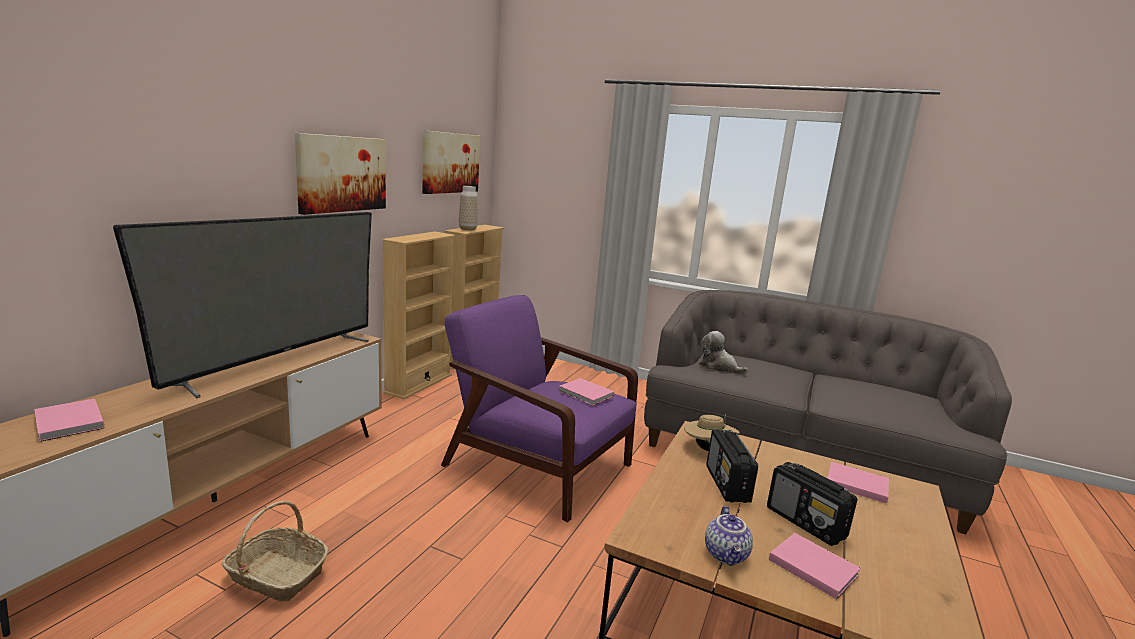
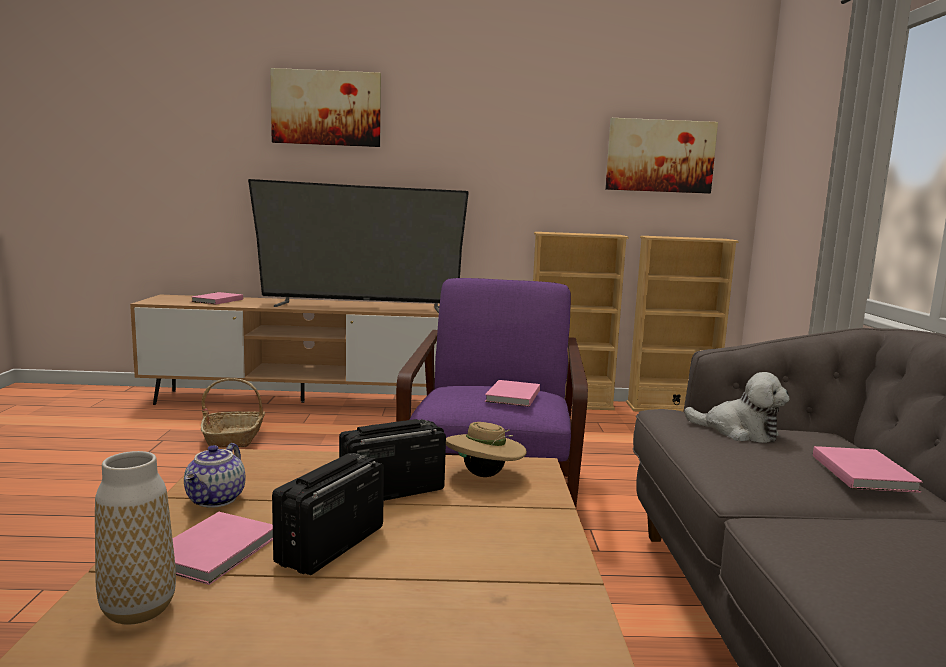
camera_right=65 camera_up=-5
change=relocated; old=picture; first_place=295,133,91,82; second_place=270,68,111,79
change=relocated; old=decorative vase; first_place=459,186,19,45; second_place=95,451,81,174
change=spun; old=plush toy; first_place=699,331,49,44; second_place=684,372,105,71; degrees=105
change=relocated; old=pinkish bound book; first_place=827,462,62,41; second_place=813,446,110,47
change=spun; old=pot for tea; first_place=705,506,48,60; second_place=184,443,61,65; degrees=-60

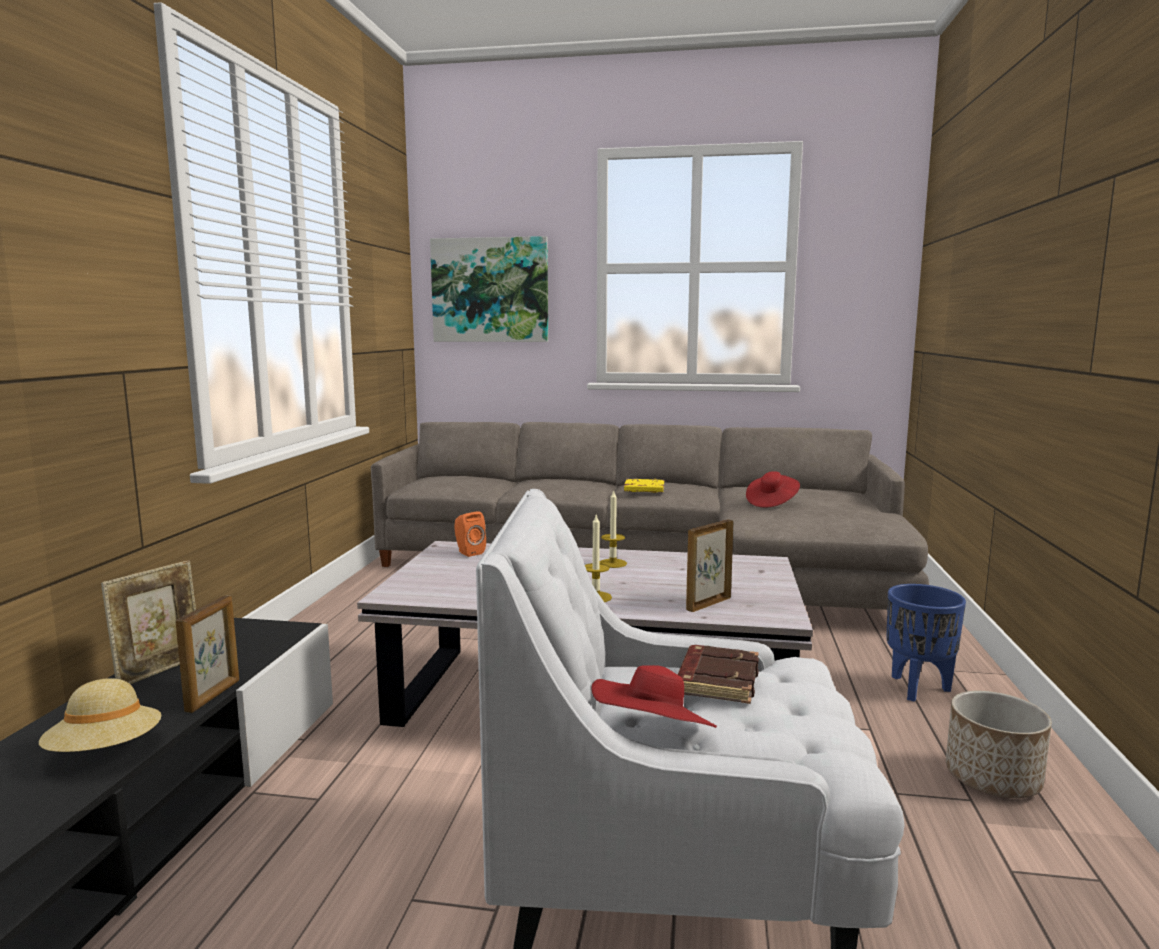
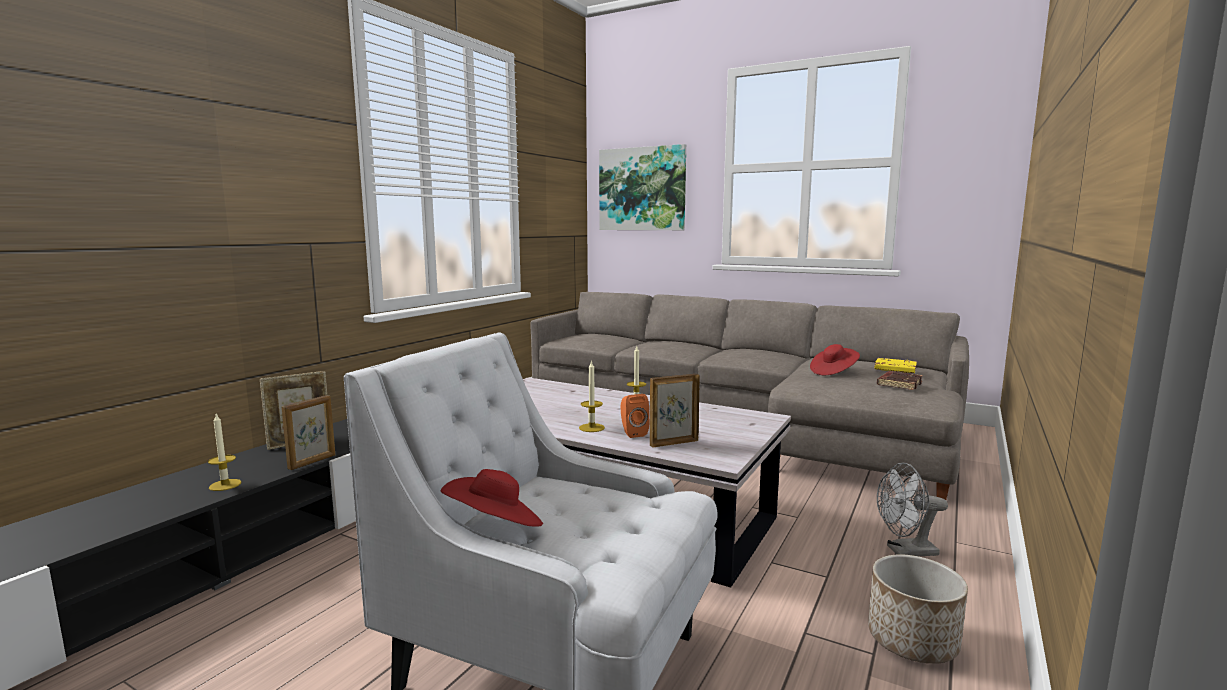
camera_right=20 camera_up=0
change=relocated; old=yellow bound book; first_place=624,478,41,15; second_place=874,358,43,15
change=relocated; old=orangey loudspeaker; first_place=454,511,32,46; second_place=621,394,29,44
change=exchanged; old=blue-coloured plant pot; new=grey cooling fan; first_place=886,584,80,118; second_place=877,463,71,93
change=relocated; old=brown-coloured bound book; first_place=678,645,81,59; second_place=877,371,46,19
change=exchanged; old=sand-coloured hat; new=candle; first_place=39,678,122,74; second_place=208,414,33,77

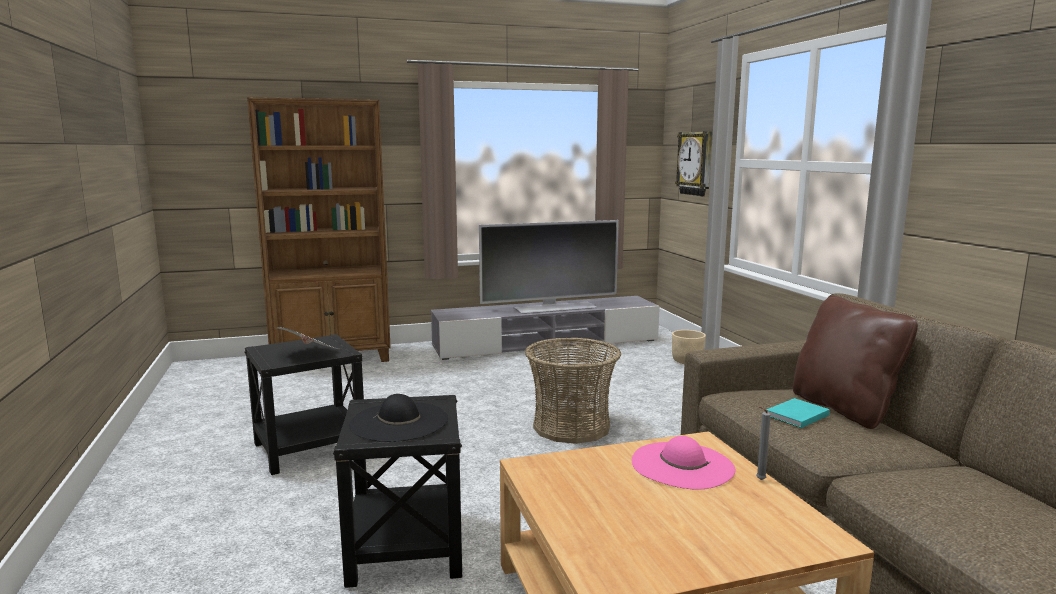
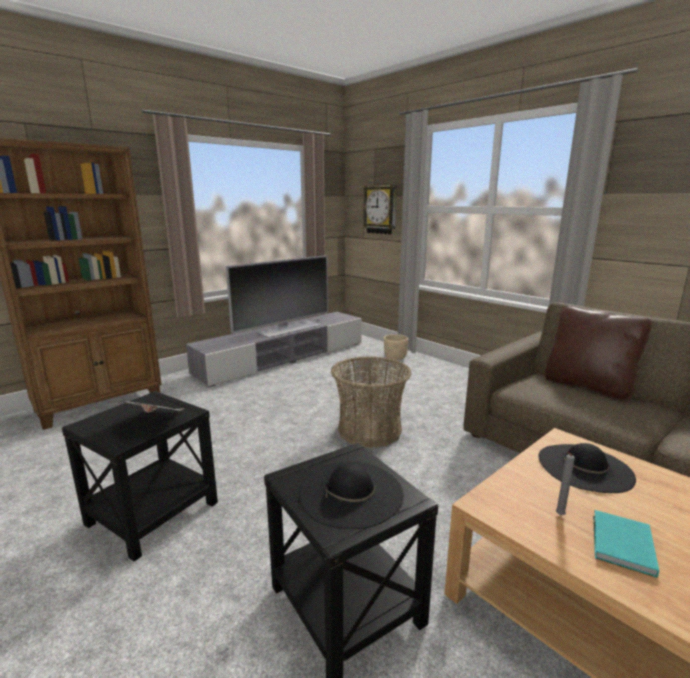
camera_right=-25 camera_up=5
change=relocated; old=blue-green bound book; first_place=766,398,64,30; second_place=593,510,66,68
change=relocated; old=grey candle; first_place=756,407,15,73; second_place=556,452,19,63
change=colour; old=pinkish hat; new=black hat; first_place=632,436,104,54; second_place=538,443,98,50

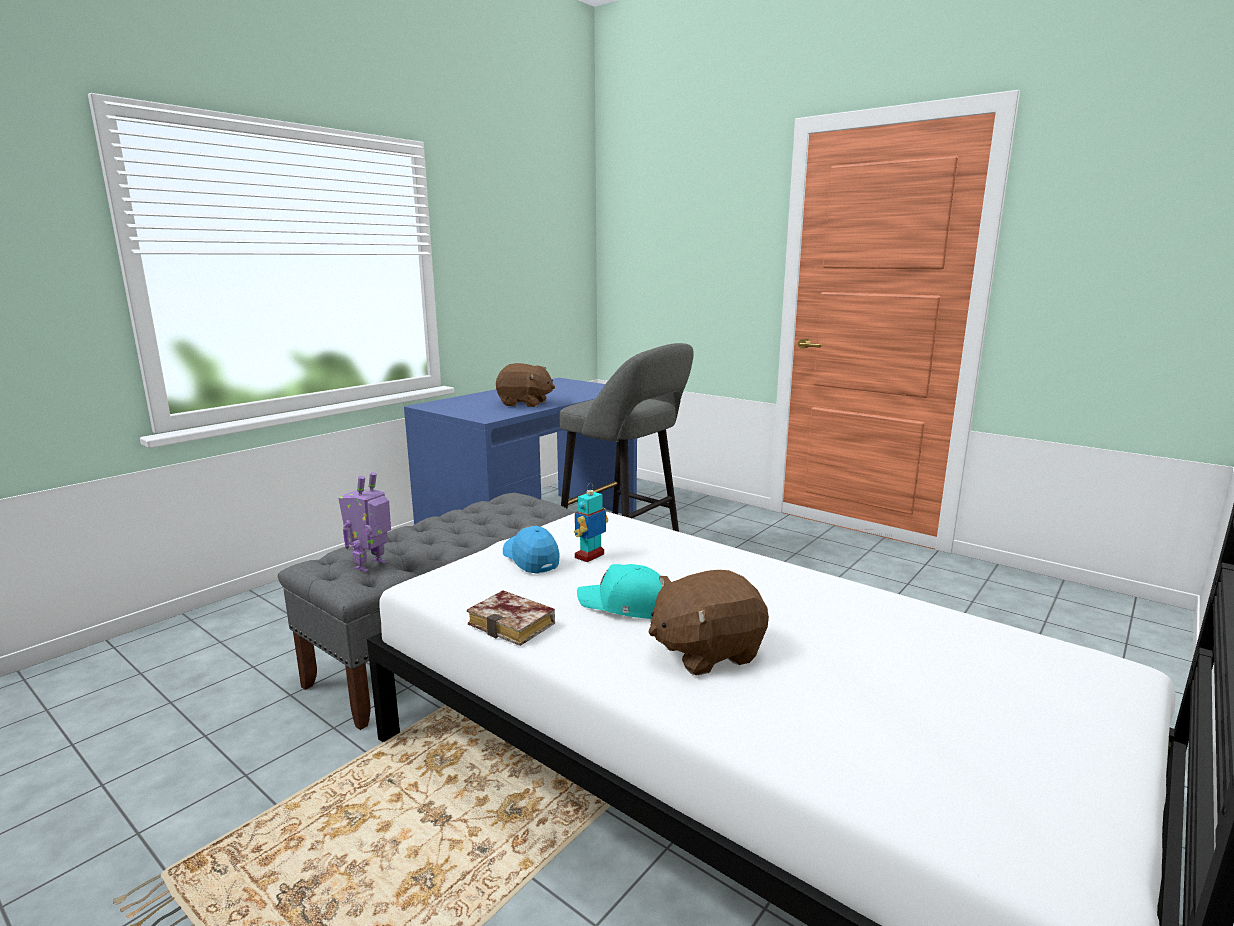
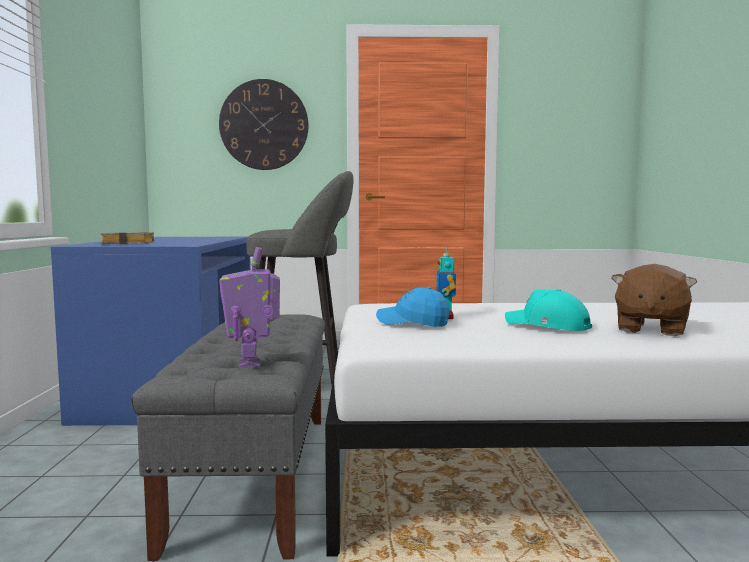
camera_right=-40 camera_up=-10
change=missing; old=brown-coloured plush toy; first_place=496,363,59,44
change=spun; old=blue-green peaked cap; first_place=577,564,85,55; second_place=505,289,87,42; degrees=60
change=relocated; old=bound book; first_place=467,590,88,56; second_place=101,233,53,12
change=appeared; new=wall clock; second_place=219,79,89,91

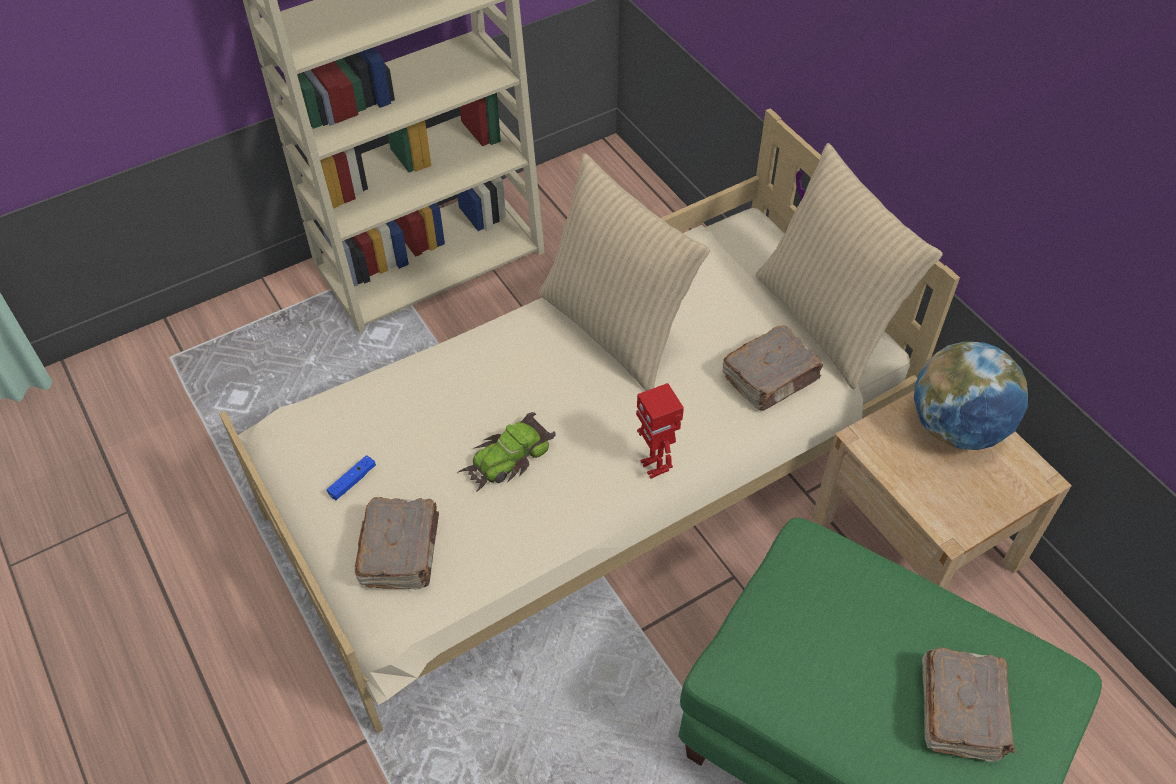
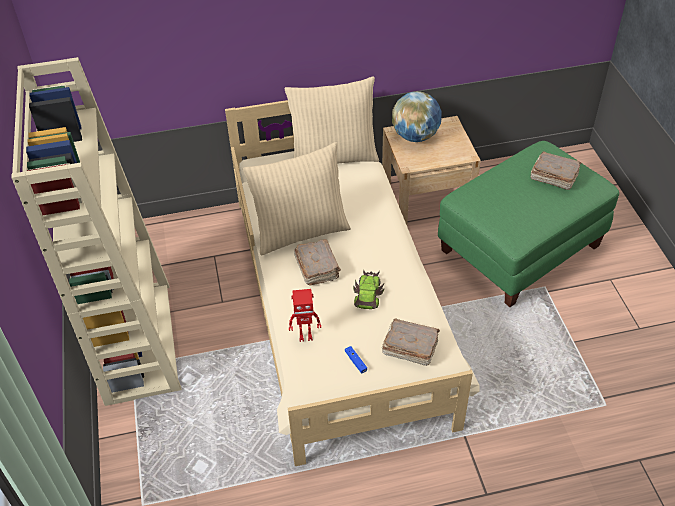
camera_right=-70 camera_up=-5
change=relocated; old=brown-coloured bound book; first_place=722,326,101,85; second_place=294,239,47,46
change=relocated; old=model robot; first_place=636,383,48,96; second_place=289,289,32,53
change=spun; old=model car; first_place=457,412,99,80; second_place=353,269,32,40; degrees=-150

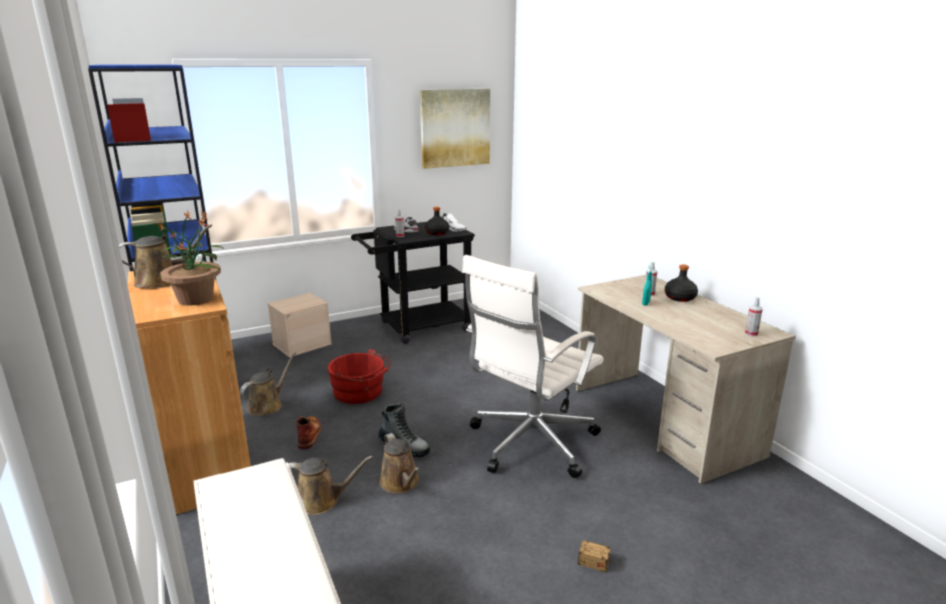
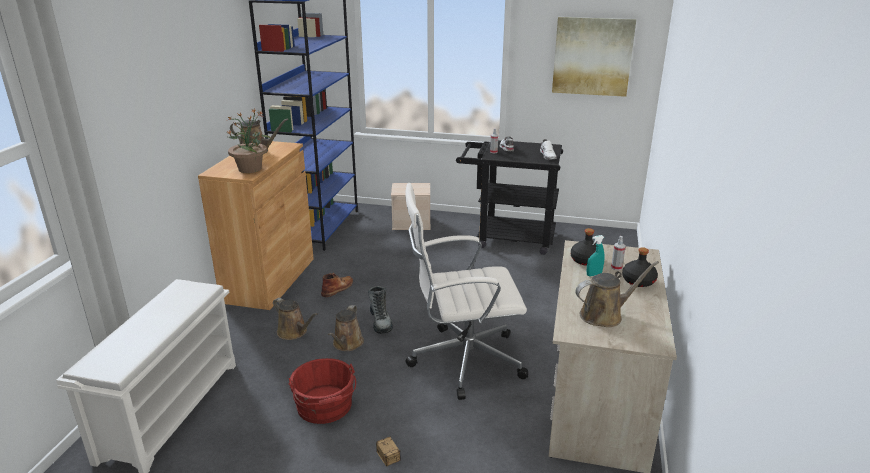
camera_right=40 camera_up=5
change=relocated; old=black beverage bottle; first_place=425,207,24,28; second_place=571,228,25,38
change=missing; old=hand sprayer; first_place=745,297,18,39
change=relocated; old=red water bucket; first_place=327,349,63,55; second_place=289,358,67,66
change=relocated; old=brown-coloured watering pot; first_place=240,352,56,64; second_place=575,261,84,66

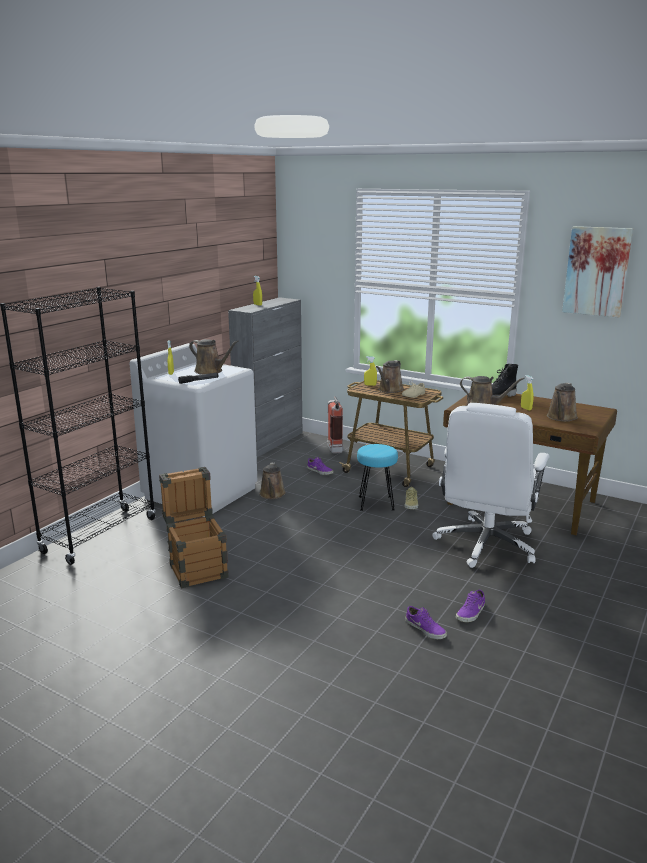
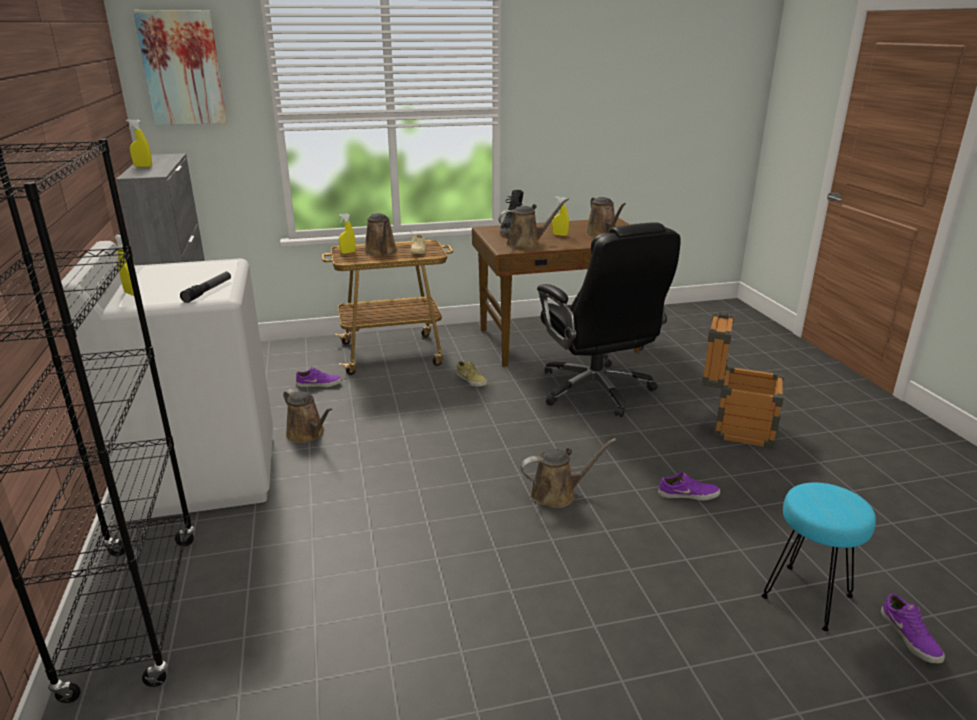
camera_right=-45 camera_up=5
change=relocated; old=picture; first_place=562,226,71,91; second_place=133,10,94,115
change=relocated; old=brown-coloured watering pot; first_place=189,339,50,36; second_place=521,438,95,70
change=missing; old=fire-fighting cylinder; first_place=327,397,16,57
change=colour; old=whitish desk chair; new=black desk chair; first_place=433,403,117,165; second_place=537,222,144,195
change=relocated; old=blue-green stool; first_place=357,444,41,67; second_place=761,482,115,149
change=relocated; old=crate; first_place=159,467,70,122; second_place=701,312,83,137
change=relocated; old=purplish shoe; first_place=456,590,29,32; second_place=881,594,64,70

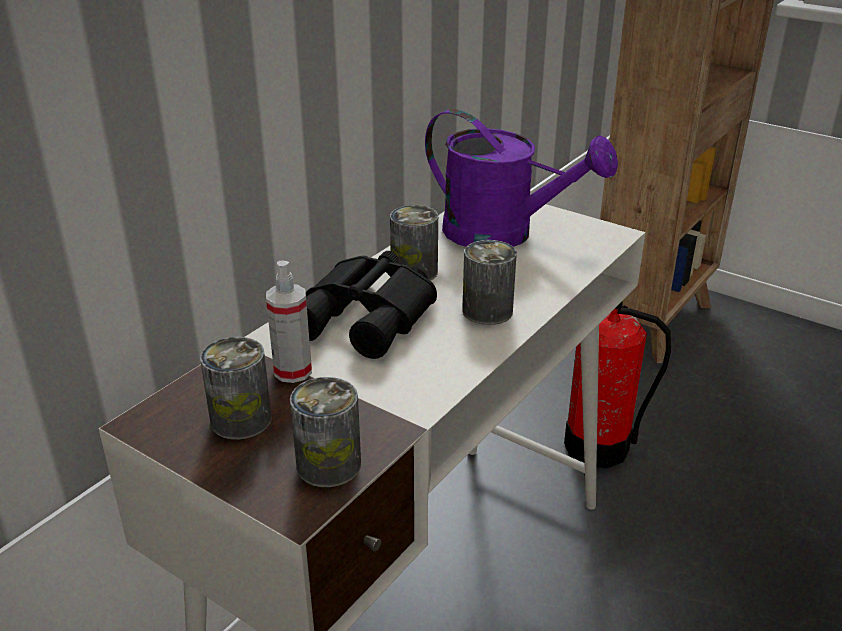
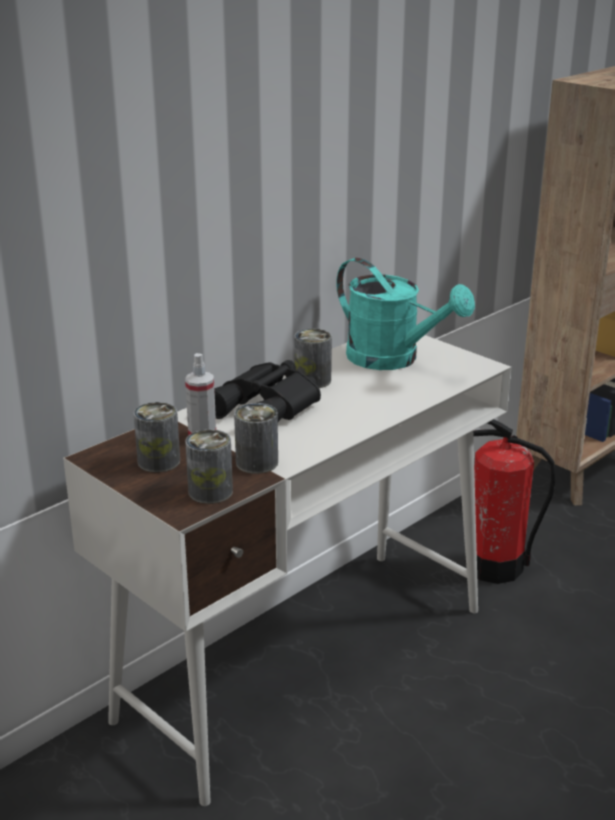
camera_right=10 camera_up=-5
change=colour; old=purplish watering pot; new=blue-green watering pot; first_place=425,109,193,138; second_place=336,258,139,112
change=relocated; old=metal can; first_place=462,240,55,85; second_place=234,403,44,71

